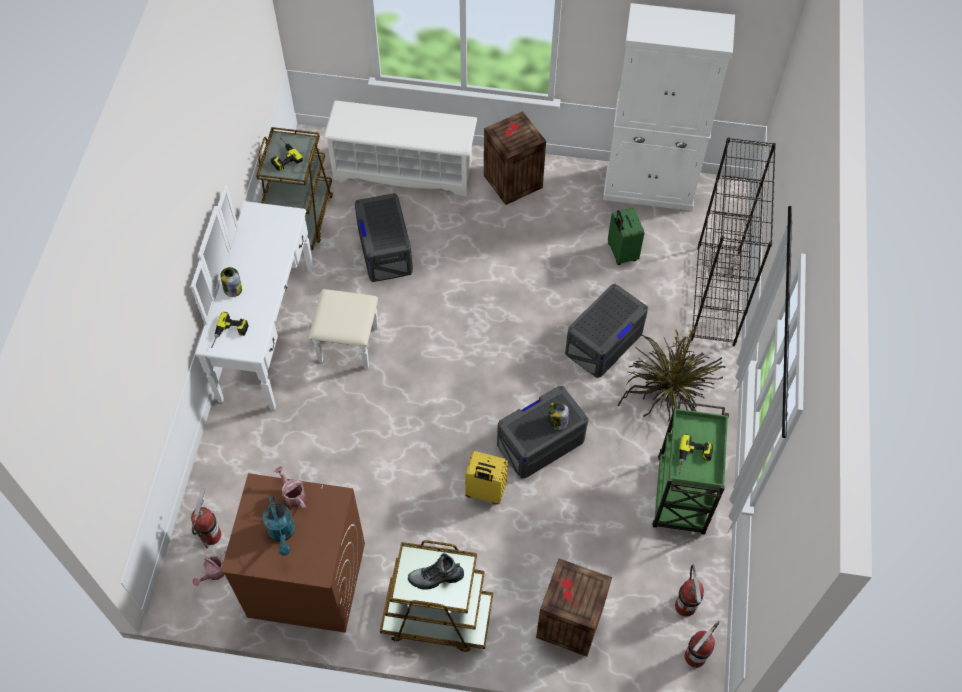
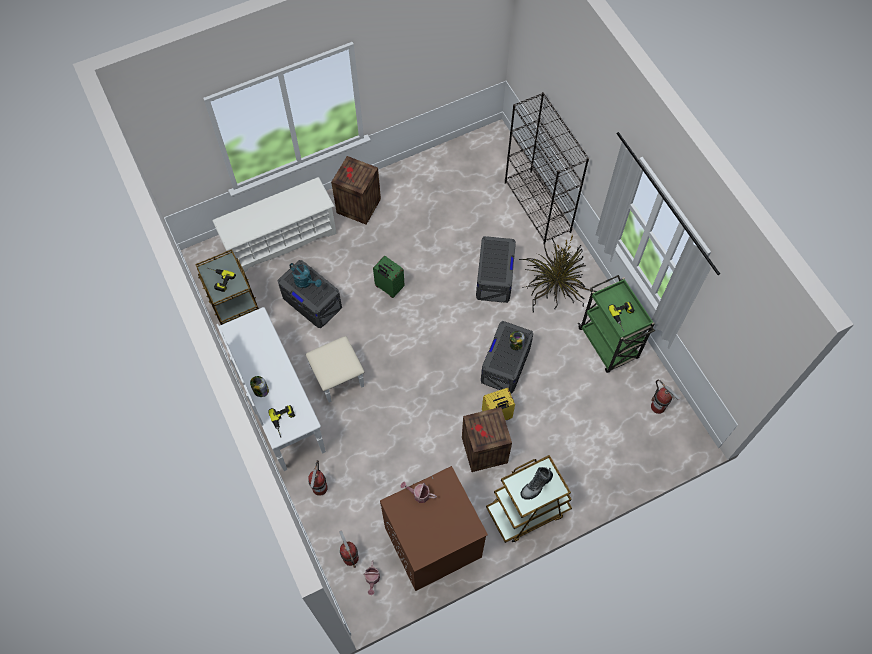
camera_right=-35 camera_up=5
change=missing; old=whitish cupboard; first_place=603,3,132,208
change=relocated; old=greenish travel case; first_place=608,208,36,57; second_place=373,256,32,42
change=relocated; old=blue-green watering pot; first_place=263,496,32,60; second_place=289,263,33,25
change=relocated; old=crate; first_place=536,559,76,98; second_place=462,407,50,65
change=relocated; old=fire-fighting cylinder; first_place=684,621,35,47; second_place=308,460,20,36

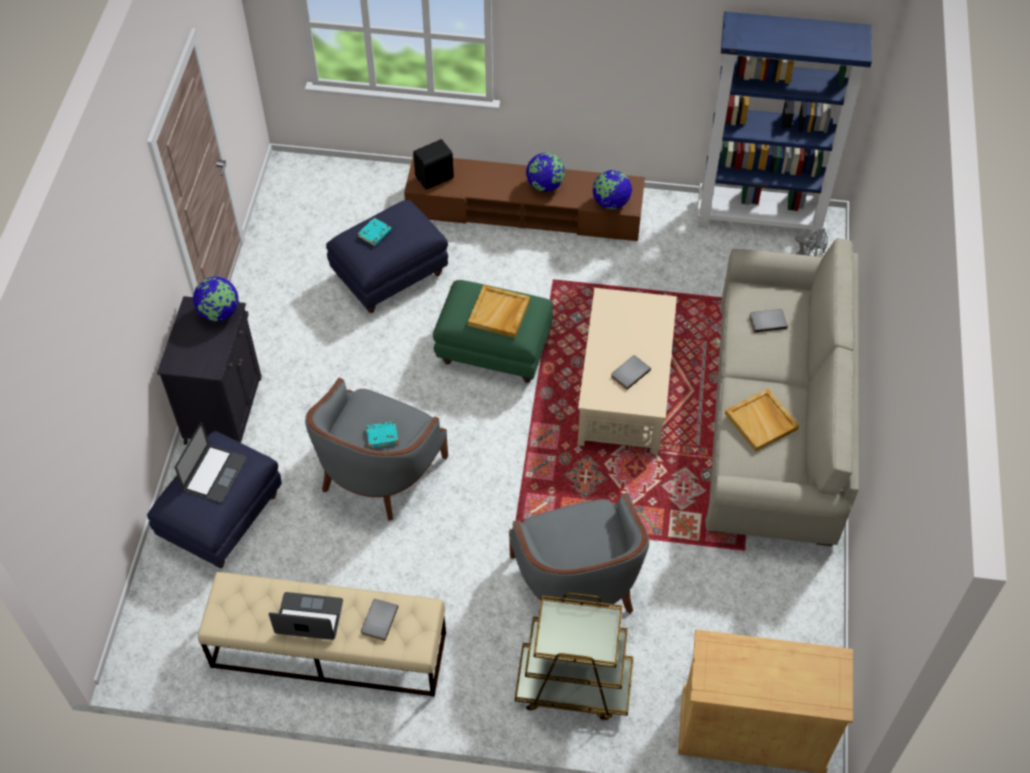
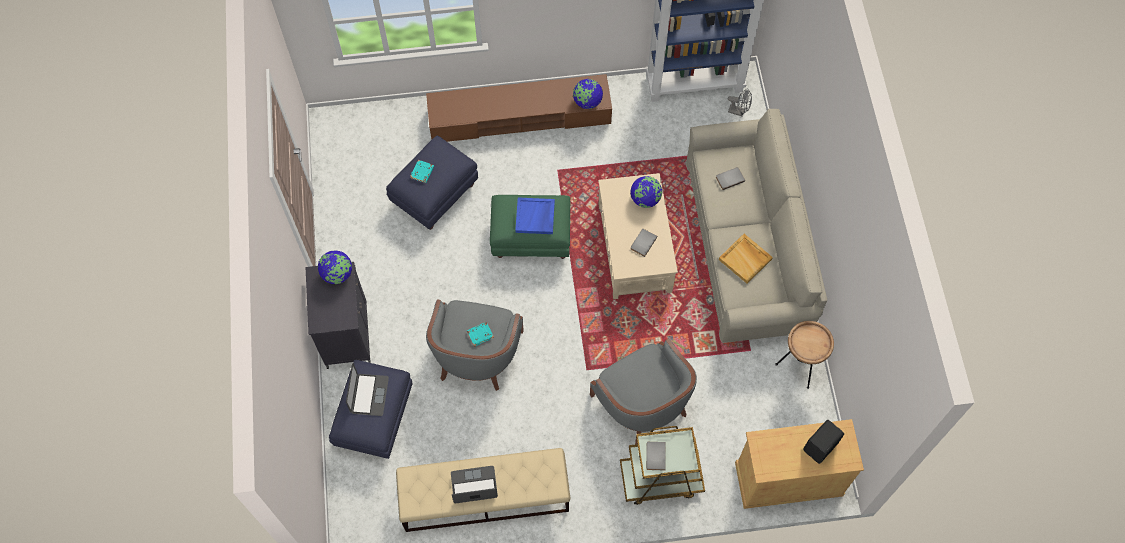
camera_right=-15 camera_up=10
change=relocated; old=black loudspeaker; first_place=413,139,41,51; second_place=803,420,41,44
change=relocated; old=globe; first_place=526,153,39,39; second_place=630,176,32,32
change=colour; old=sand-coloured serving tray; new=blue-coloured serving tray; first_place=468,285,62,53; second_place=515,197,40,37
change=relocated; old=grey bound book; first_place=361,599,37,42; second_place=646,442,20,28
change=appeared; new=brown-coloured accent table; second_place=775,321,59,68

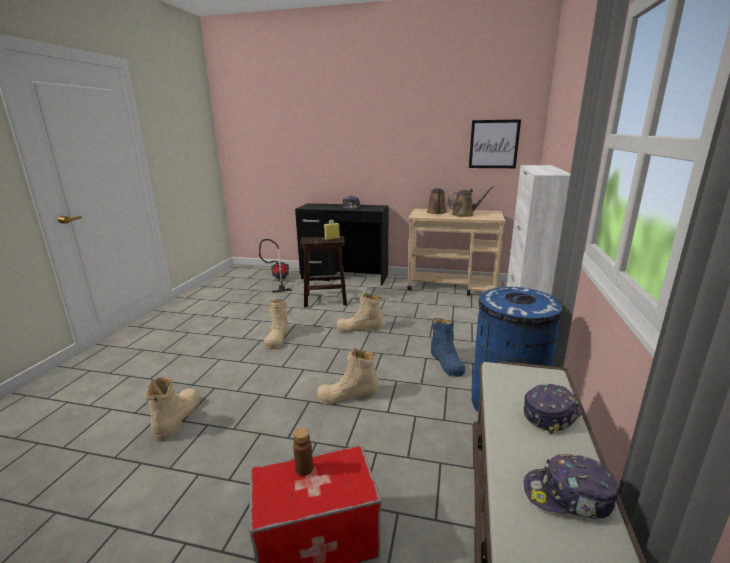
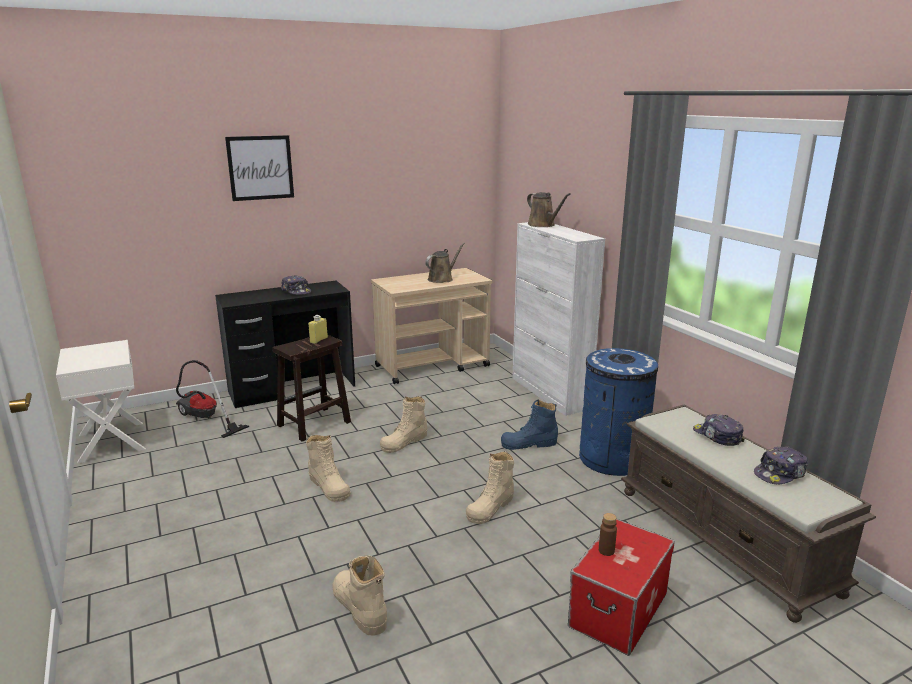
camera_right=-40 camera_up=0
change=relocated; old=picture; first_place=469,119,52,49; second_place=225,135,69,66
change=relocated; old=brown-coloured watering pot; first_place=427,188,20,26; second_place=527,192,43,35
change=spun; old=blue-coloured high-top boot; first_place=431,318,34,59; second_place=501,399,57,51; degrees=135
change=spun; old=peaked cap; first_place=524,384,58,50; second_place=693,414,51,32; degrees=-45
change=appeared; new=whitish night table; second_place=56,340,90,124

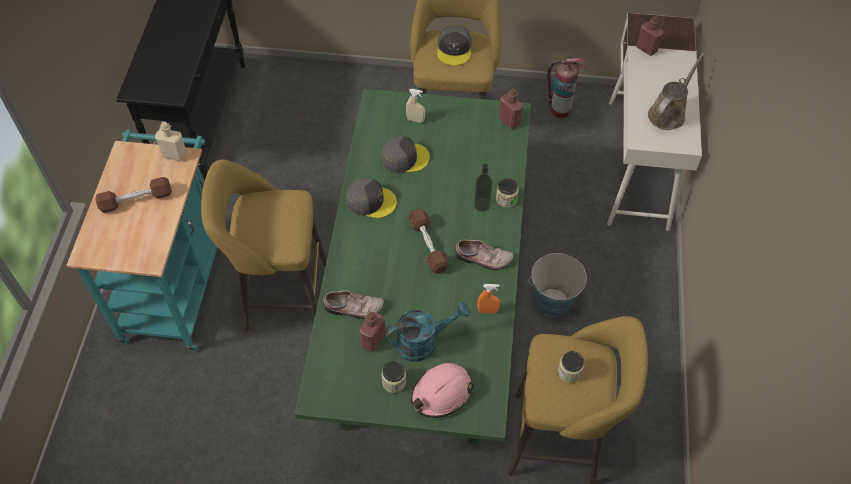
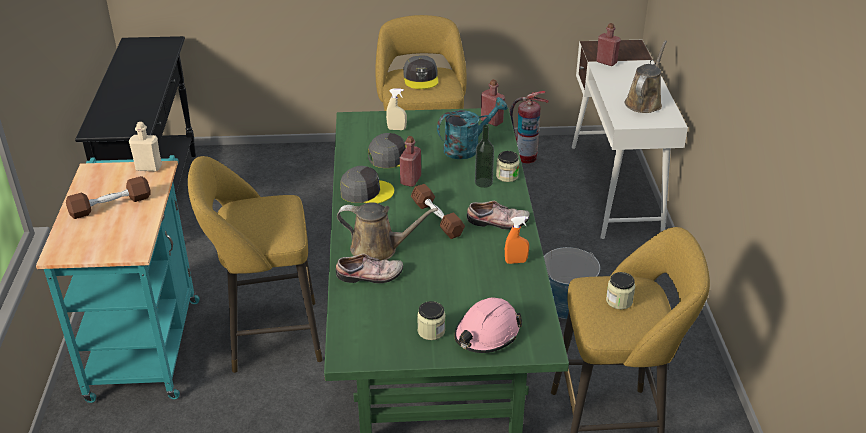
camera_right=-10 camera_up=-20
change=relocated; old=blue-green watering pot; first_place=386,301,85,61; second_place=437,97,71,62
change=relocated; old=red beverage bottle; first_place=359,312,26,40; second_place=400,136,21,51
change=appeared; new=brown-coloured watering pot; second_place=337,202,101,58

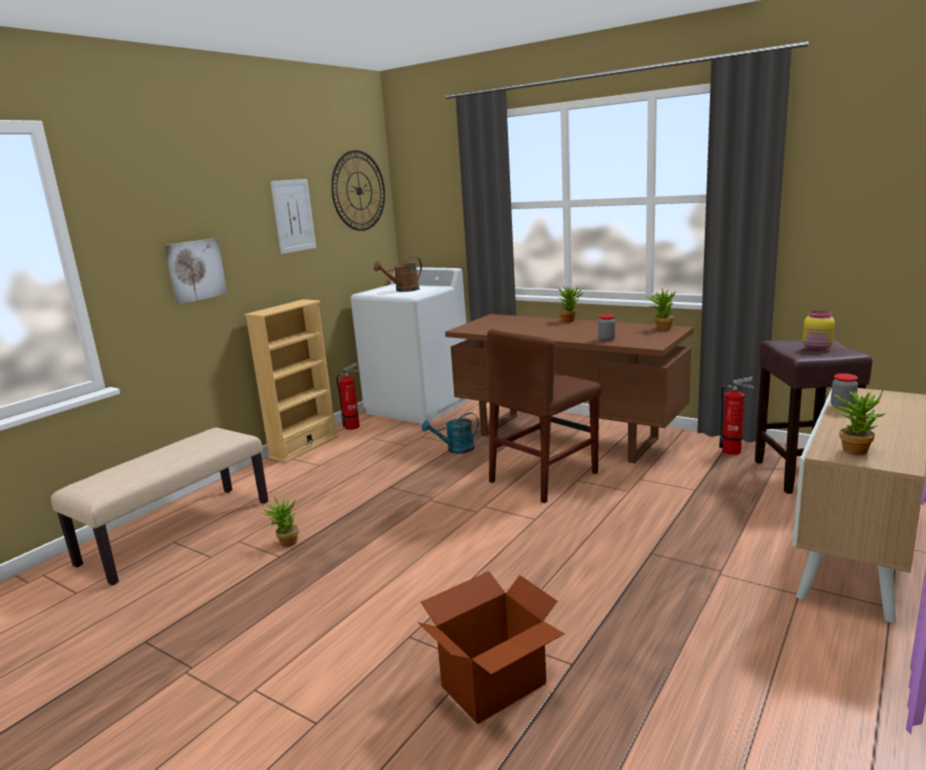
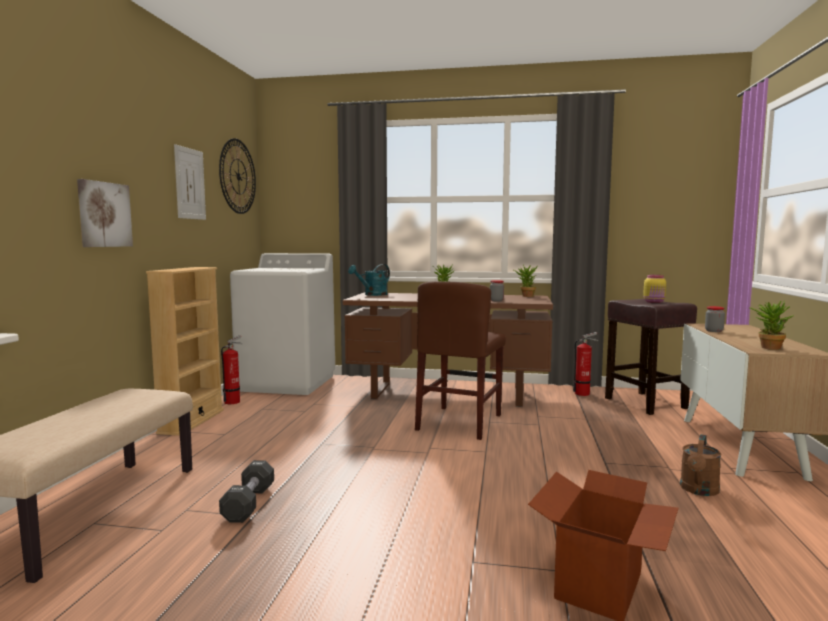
camera_right=-25 camera_up=-10
change=relocated; old=brown-coloured watering pot; first_place=374,256,48,36; second_place=680,434,41,62
change=relocated; old=blue-green watering pot; first_place=422,413,57,41; second_place=348,264,42,32
change=exchanged; old=potted plant; new=black free weight; first_place=260,496,39,51; second_place=219,460,55,63

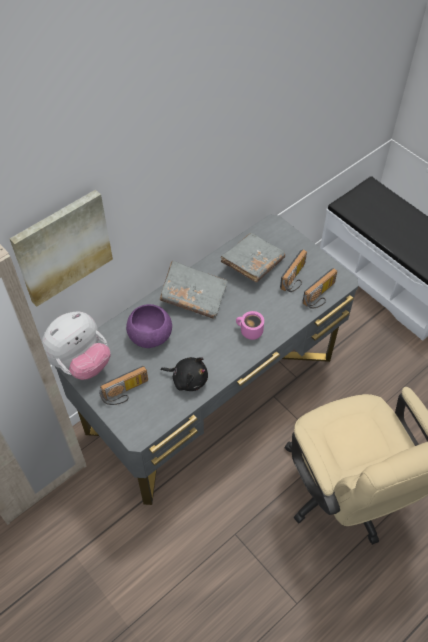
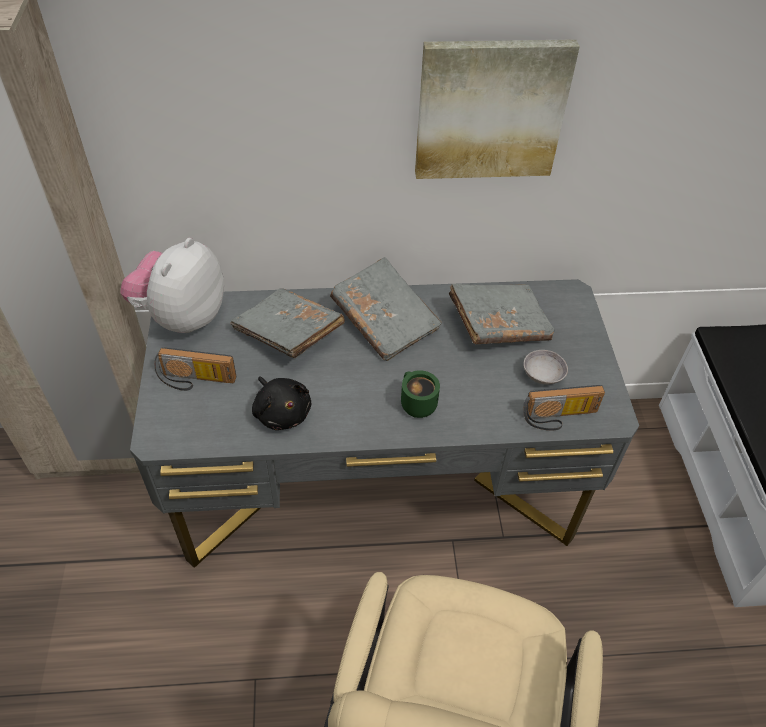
camera_right=35 camera_up=-5
change=relocated; old=picture; first_place=10,190,103,117; second_place=415,39,165,140
change=exchanged; old=radio set; new=grey deep dish; first_place=280,249,27,43; second_place=523,350,45,35
change=exchanged; old=purplish deep dish; new=grey bound book; first_place=126,304,46,44; second_place=230,289,115,70
change=spun; old=plush toy; first_place=42,311,69,69; second_place=120,238,104,95; degrees=120
change=colour; old=pinkish coffee mug; new=greenish coffee mug; first_place=236,311,28,29; second_place=401,370,39,48

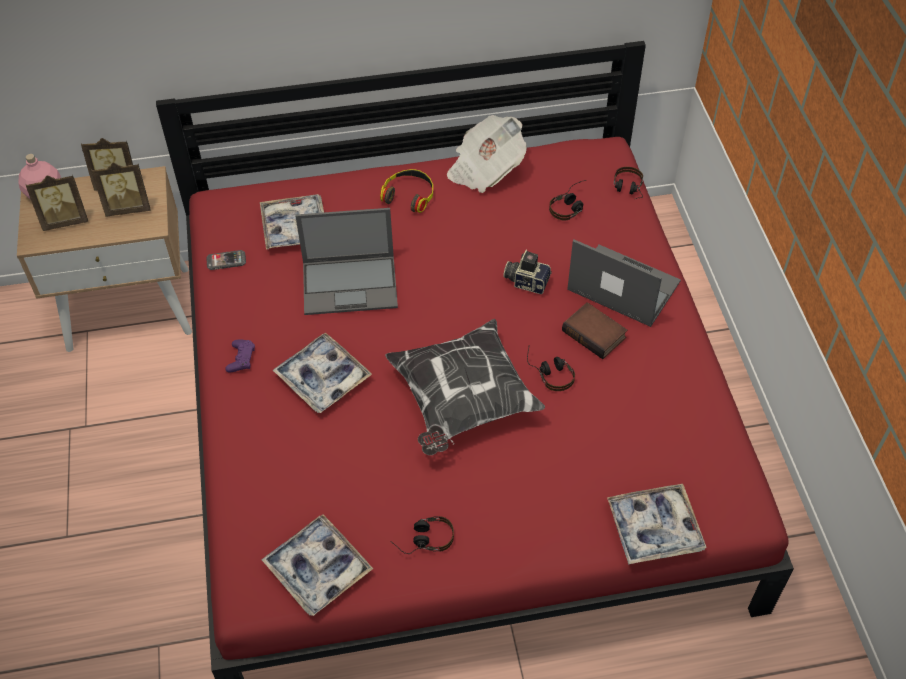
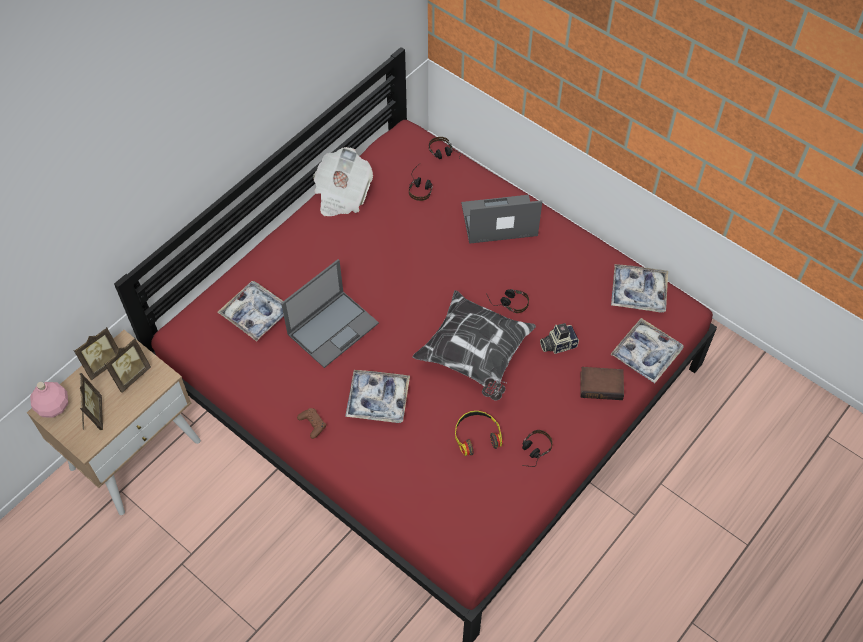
camera_right=-40 camera_up=5
change=relocated; old=pair of headphones; first_place=380,169,53,44; second_place=455,411,48,45
change=spun; old=picture frame; first_place=26,175,62,56; second_place=80,373,23,57; degrees=-45
change=missing; old=phone; first_place=206,250,40,20
change=relocated; old=still camera; first_place=503,250,49,44; second_place=540,323,39,31
change=relocated; old=bound book; first_place=562,302,65,57; second_place=580,367,44,33
change=colour; old=purplish game controller; new=brown-coloured game controller; first_place=225,339,30,33; second_place=297,408,29,31
change=relocated; old=serving tray; first_place=262,514,111,102; second_place=611,264,57,49

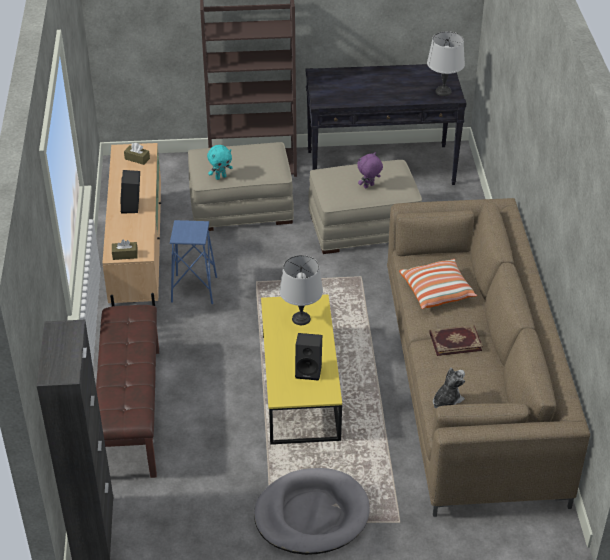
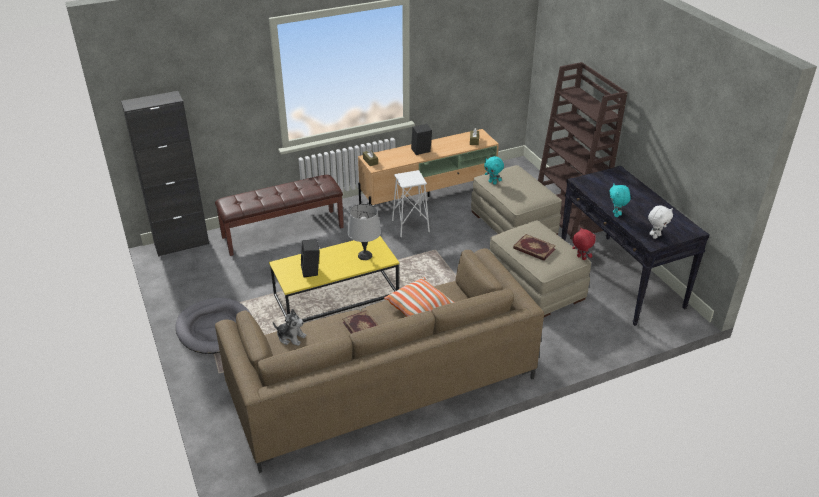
camera_right=70 camera_up=-5
change=exchanged; old=grey lamp for a table; new=whitish plush toy; first_place=427,31,38,65; second_place=648,205,25,34
change=exchanged; old=purplish plush toy; new=bound book; first_place=357,152,26,37; second_place=513,234,43,27
change=colour; old=blue-coloured stool; new=whitish stool; first_place=170,220,47,84; second_place=392,170,38,67
change=appeared; new=blue-green plush toy; second_place=609,184,22,33
change=appeared; new=red plush toy; second_place=572,227,24,33

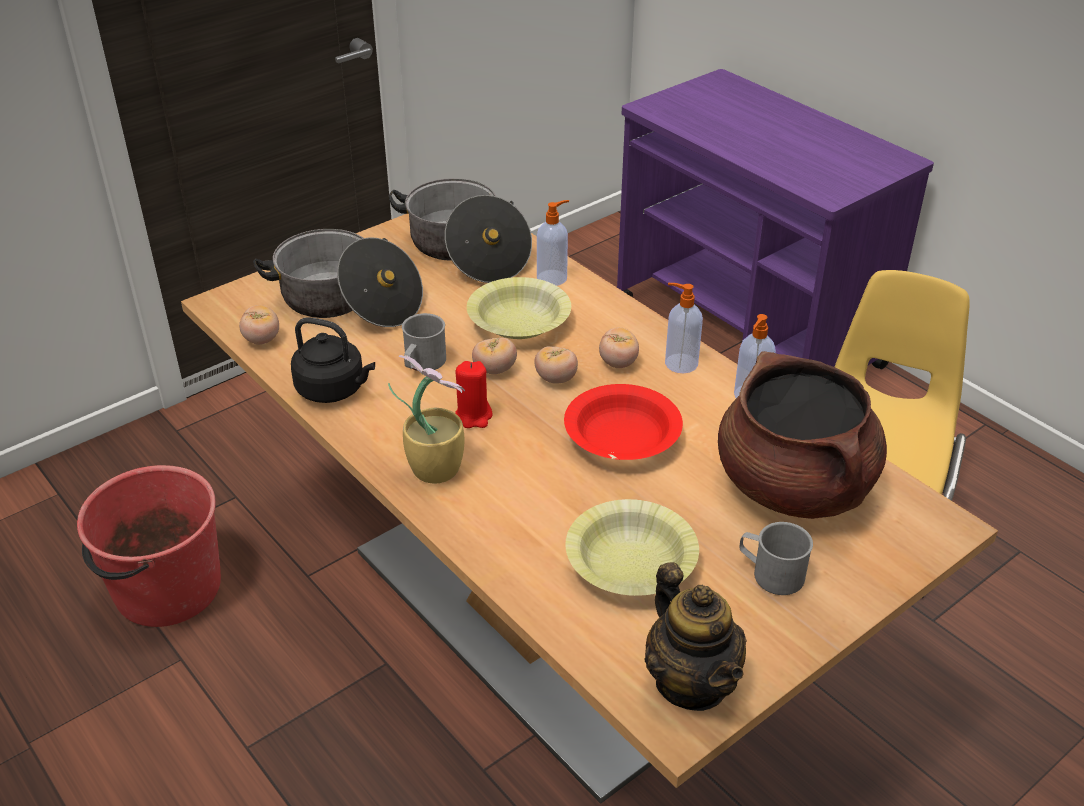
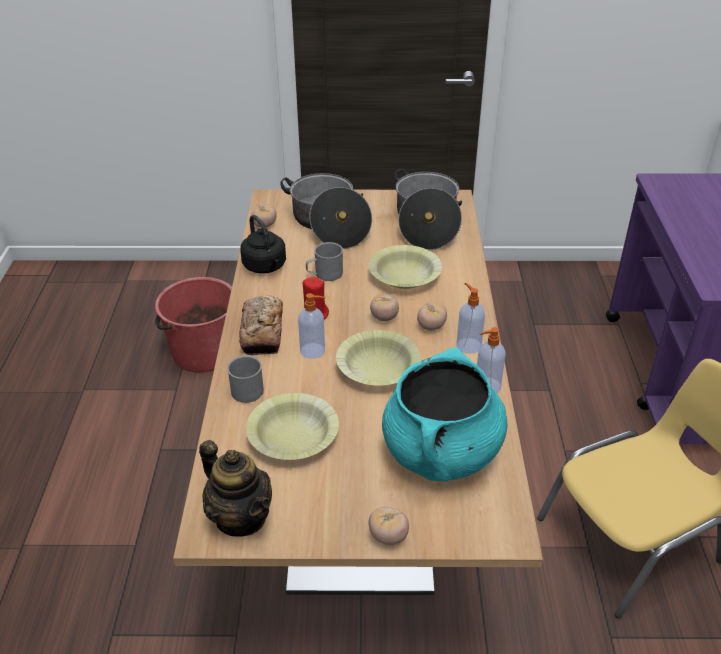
camera_right=40 camera_up=0
change=relocated; old=soap dispenser; first_place=537,200,32,86; second_place=298,293,27,66
change=relocated; old=fresh tomato; first_place=472,337,45,37; second_place=368,507,41,38
change=colour; old=brown-coloured saucepot; new=blue-green saucepot; first_place=718,351,169,168; second_place=382,347,126,135
change=exchanged; old=potted plant; new=baked bread; first_place=388,355,77,129; second_place=239,296,44,59
change=colour; old=red deep dish; new=yellow deep dish; first_place=564,384,119,76; second_place=336,330,85,56
change=relocated; old=grey coffee mug; first_place=739,522,74,73; second_place=227,356,37,47
change=spun; old=pot for tea; first_place=645,562,101,149; second_place=199,440,73,97; degrees=-60

